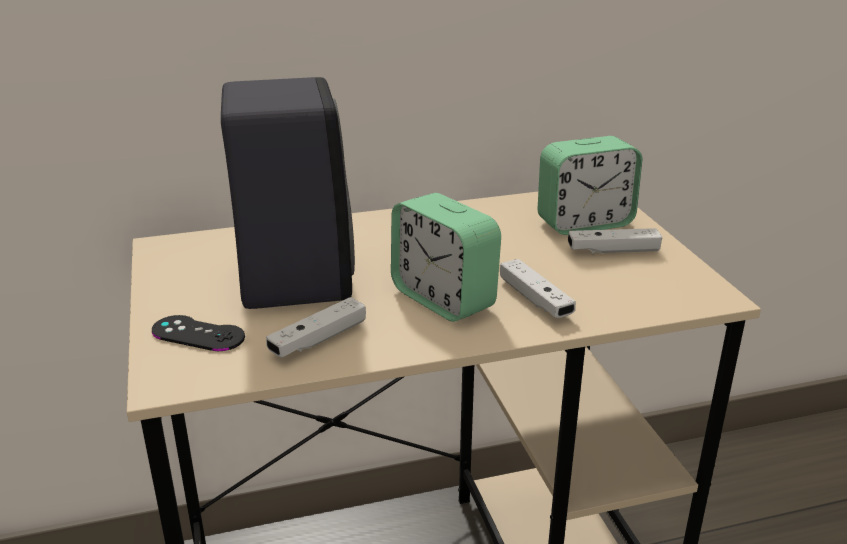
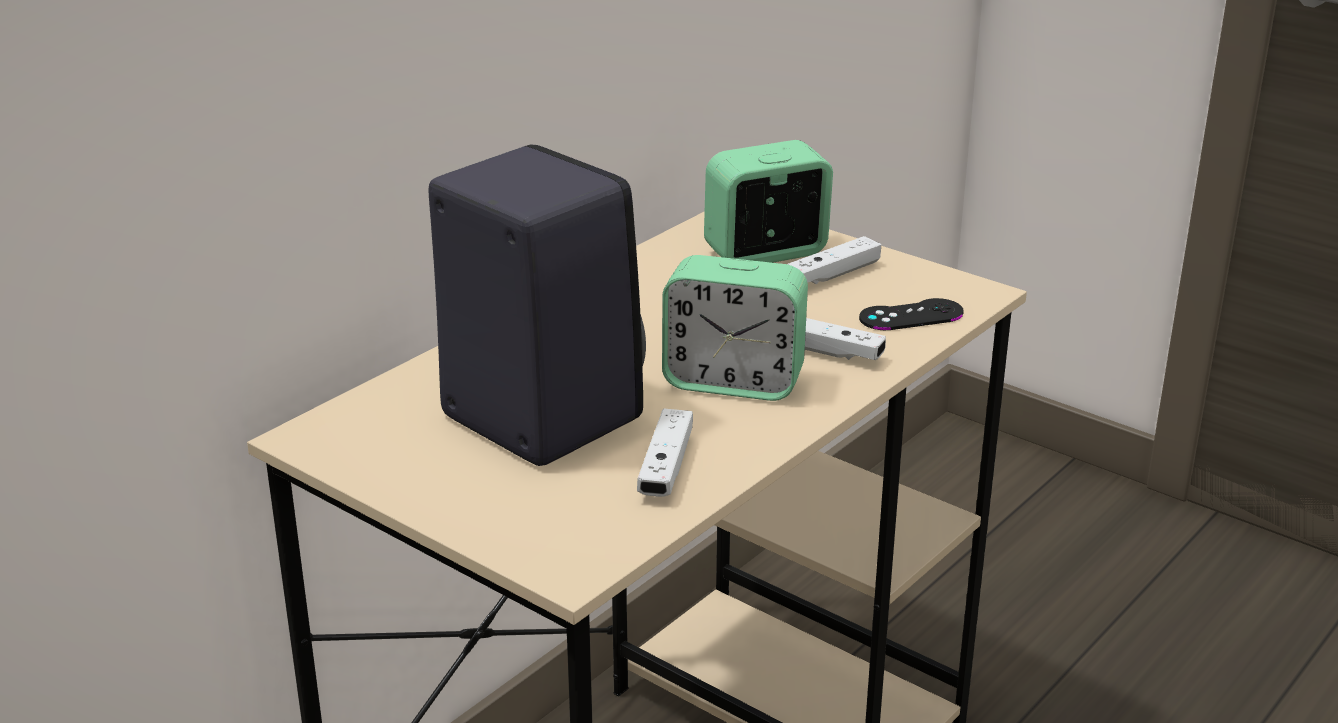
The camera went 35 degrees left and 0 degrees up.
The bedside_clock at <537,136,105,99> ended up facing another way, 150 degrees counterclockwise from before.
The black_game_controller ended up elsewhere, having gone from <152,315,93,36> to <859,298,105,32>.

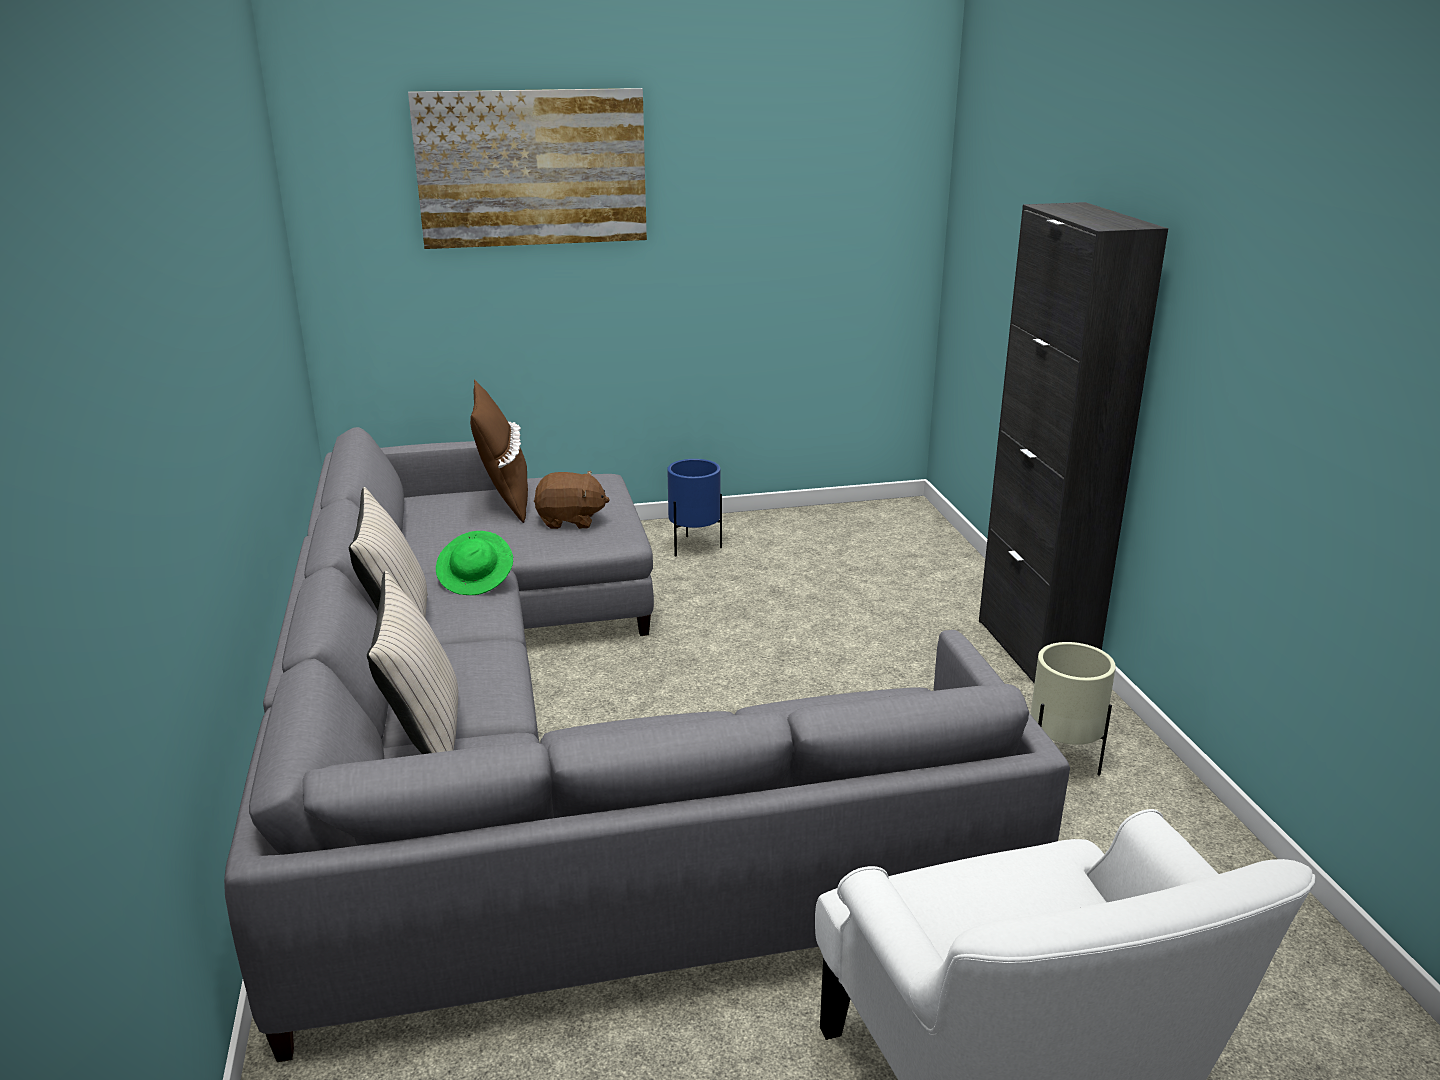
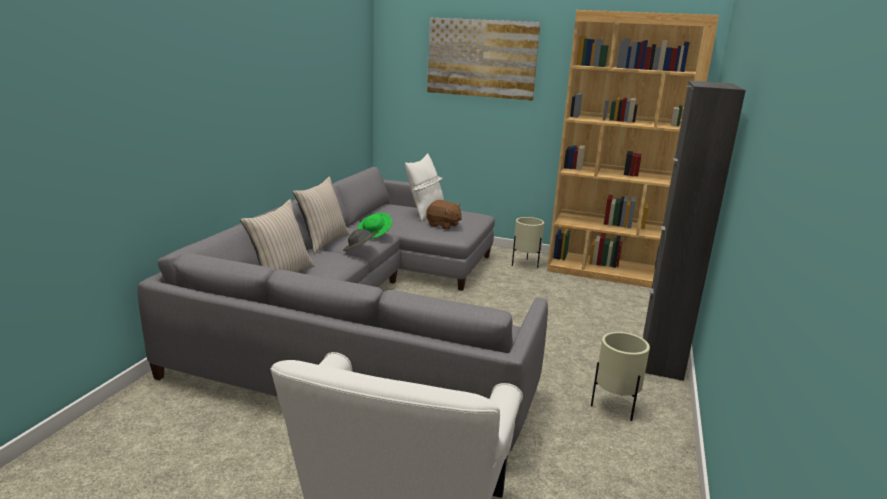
The camera went 30 degrees right and 5 degrees down.
What was the brownish_throw_pillow at <470,380,58,143> turned into the whitish_throw_pillow at <405,153,39,68>.
What was the bluish_planter at <667,459,55,98> turned into the beige_planter at <512,217,32,51>.
The second view gained the brownish_bookcase at <547,10,172,278>.
The second view gained the gray_hat at <343,229,36,22>.

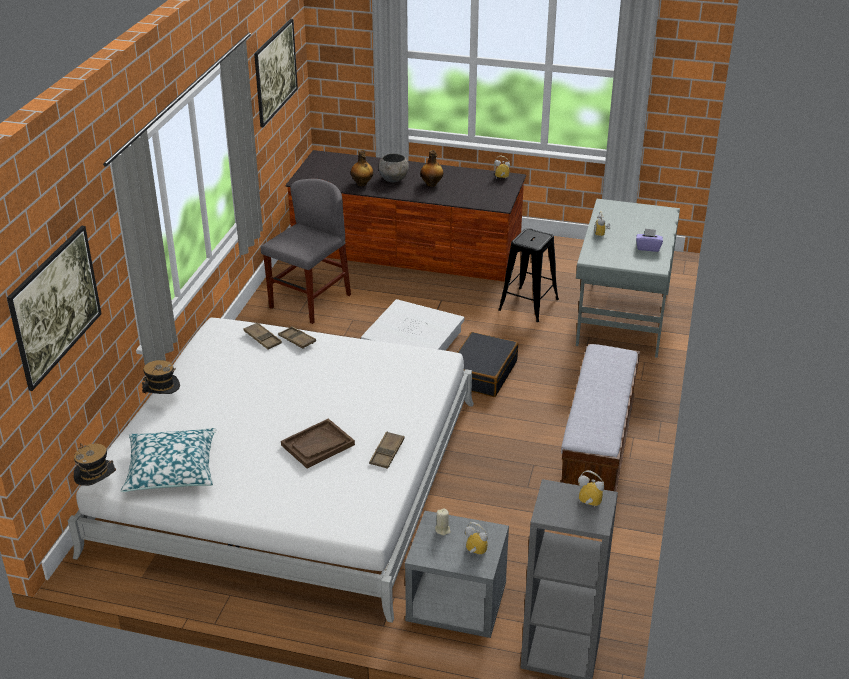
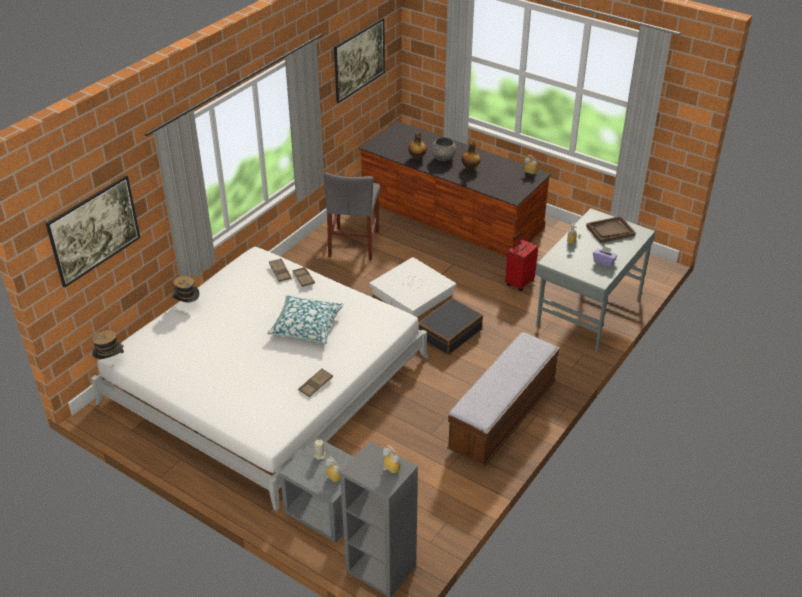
The camera went 20 degrees right and 5 degrees up.
The gray_plain_chair at <261,179,90,145> ended up facing another way, 135 degrees clockwise from before.
Where the black_stool_seat stood at <498,228,61,94>, the reddish_suitcase came to stand at <505,233,33,58>.
The brownish_tray ended up elsewhere, having gone from <281,419,74,49> to <586,216,50,27>.
The throw_pillow ended up elsewhere, having gone from <121,428,95,64> to <267,295,77,49>.

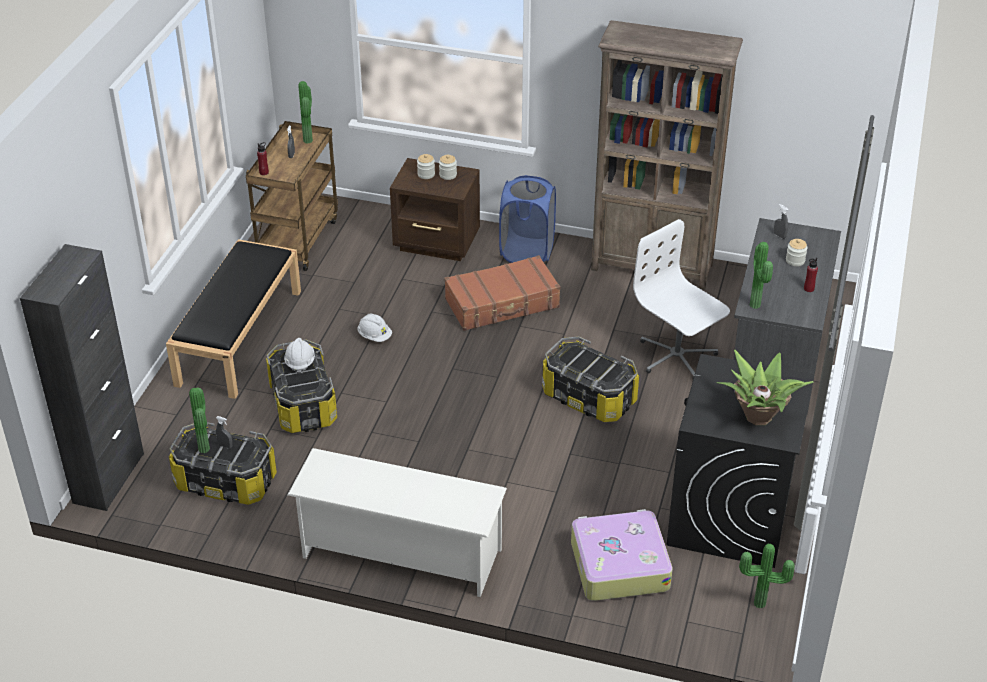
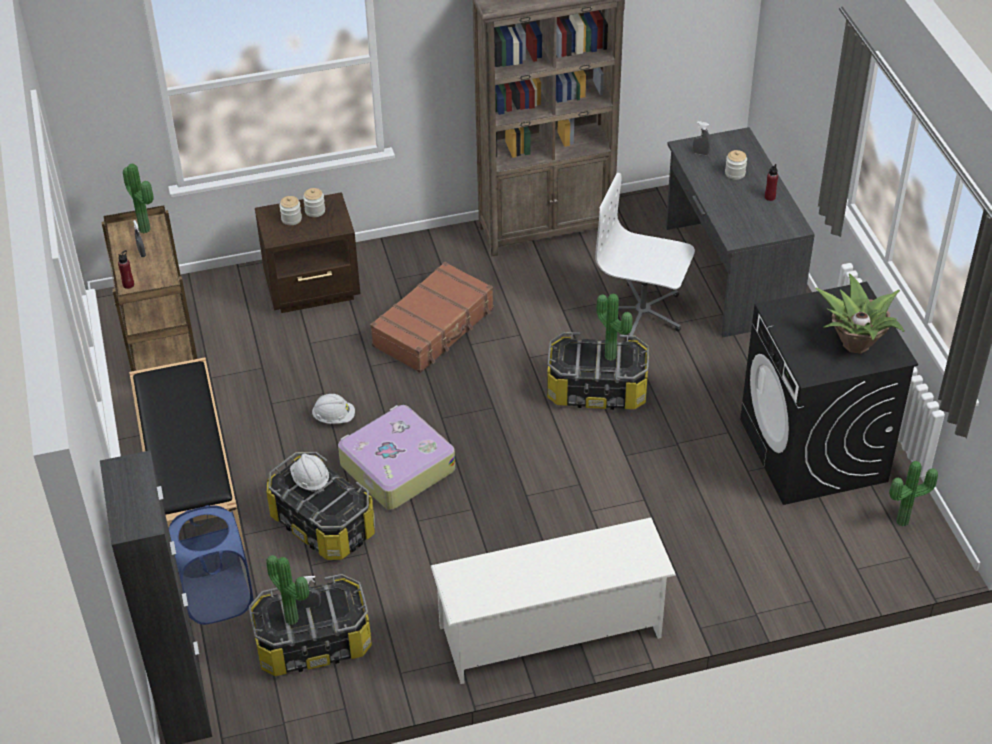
The camera went 30 degrees left and 5 degrees up.
The bluish_laundry_basket ended up elsewhere, having gone from <499,175,57,88> to <169,505,84,120>.
The plant_in_a_pot ended up elsewhere, having gone from <750,242,23,67> to <596,293,36,68>.
The suitcase ended up elsewhere, having gone from <571,509,102,92> to <338,405,117,105>.

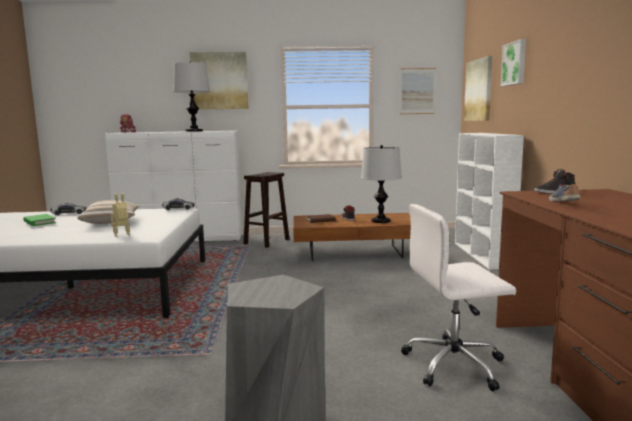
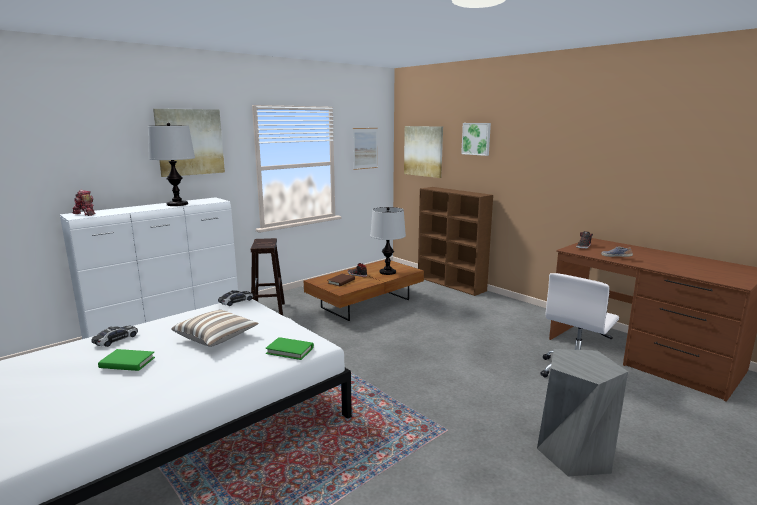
The camera went 40 degrees left and 5 degrees up.
What was the whitish_bookcase at <455,133,69,137> turned into the brownish_bookcase at <418,187,75,109>.
Where the robot_figure stood at <111,193,19,44>, the green-coloured_volume came to stand at <265,337,49,23>.

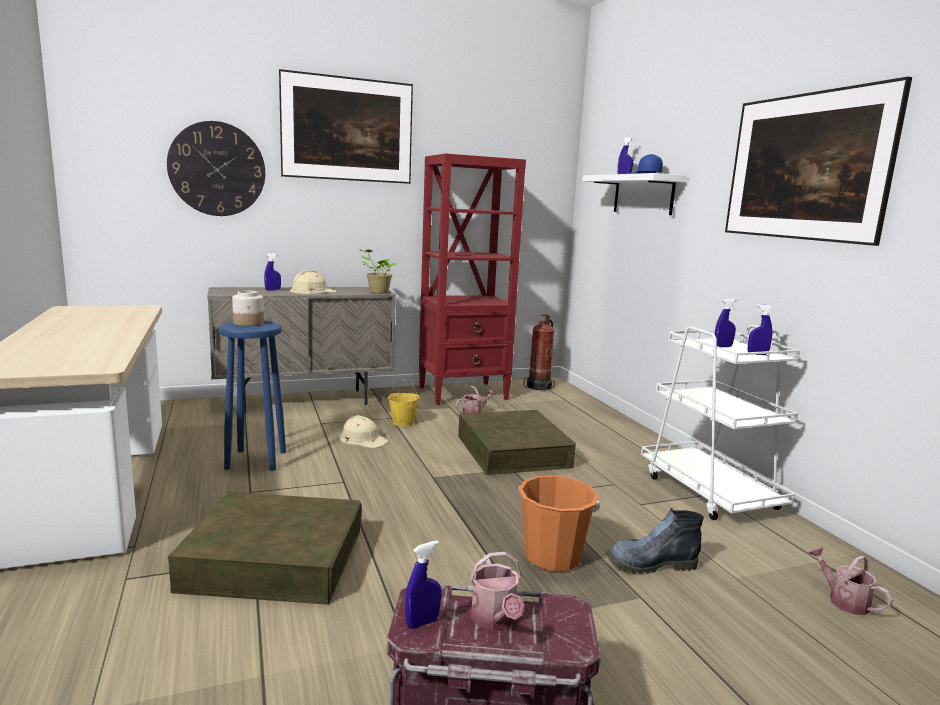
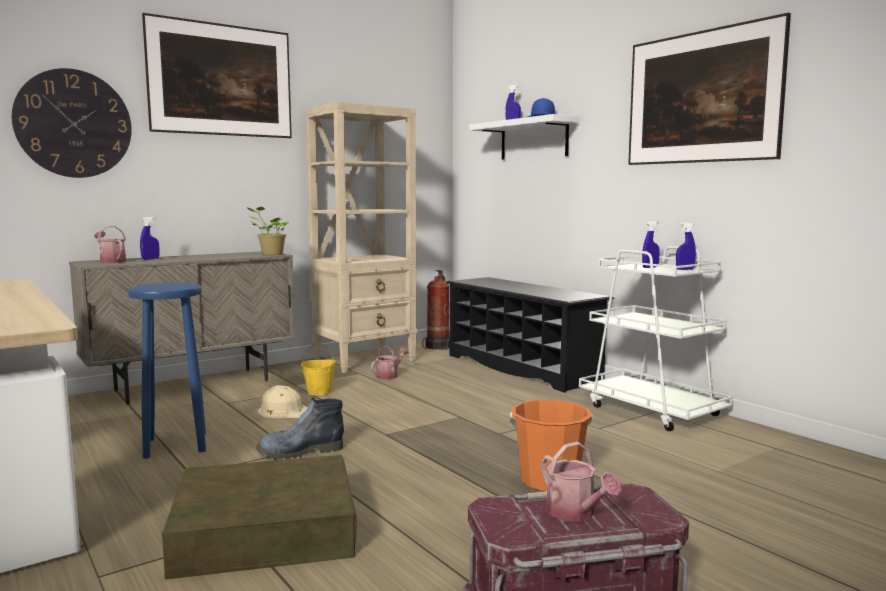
The camera went 15 degrees left and 5 degrees down.
What was the reddish_bookcase at <419,153,107,252> turned into the beige_bookcase at <305,102,112,271>.
The second view lost the beige_work_helmet at <290,271,47,23>.
The second view lost the jar at <232,290,32,36>.
The second view lost the brownish_storage_container at <458,410,118,65>.
The boot ended up elsewhere, having gone from <606,508,98,66> to <256,397,88,63>.
The second view lost the bluish_spray_bottle at <405,541,36,87>.
The watering_can ended up elsewhere, having gone from <808,547,85,68> to <94,226,32,37>.
The second view gained the black_shoe_stand at <446,277,168,116>.

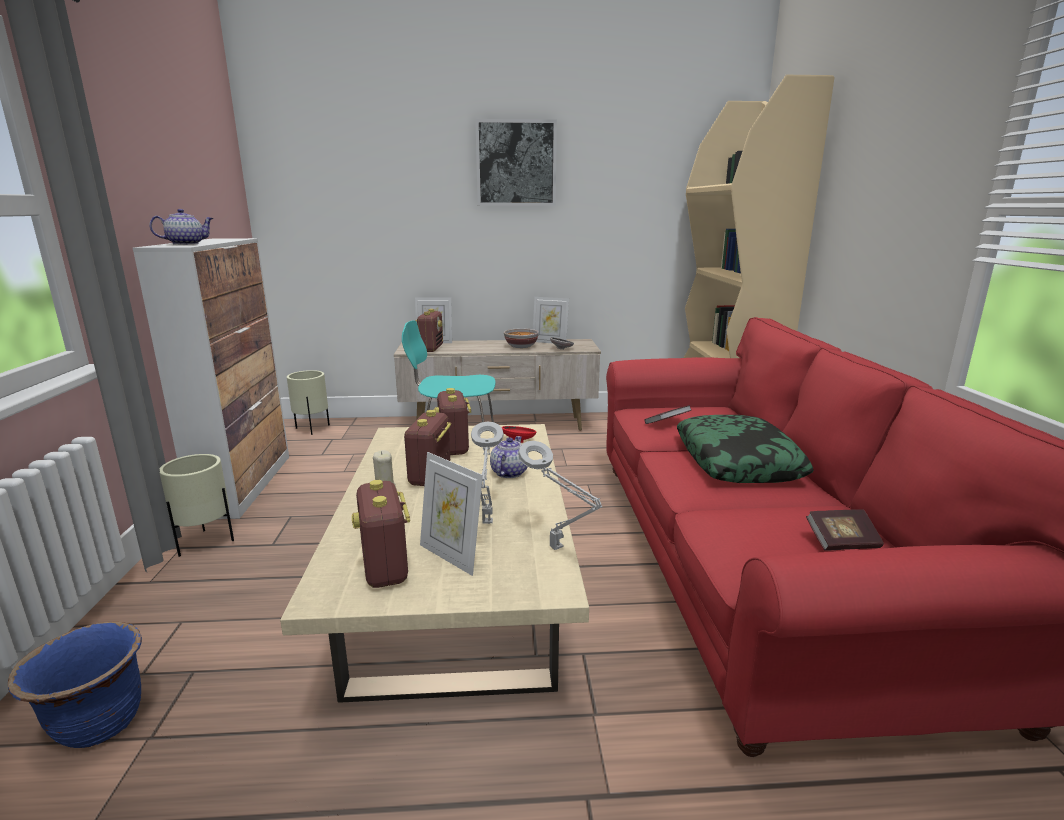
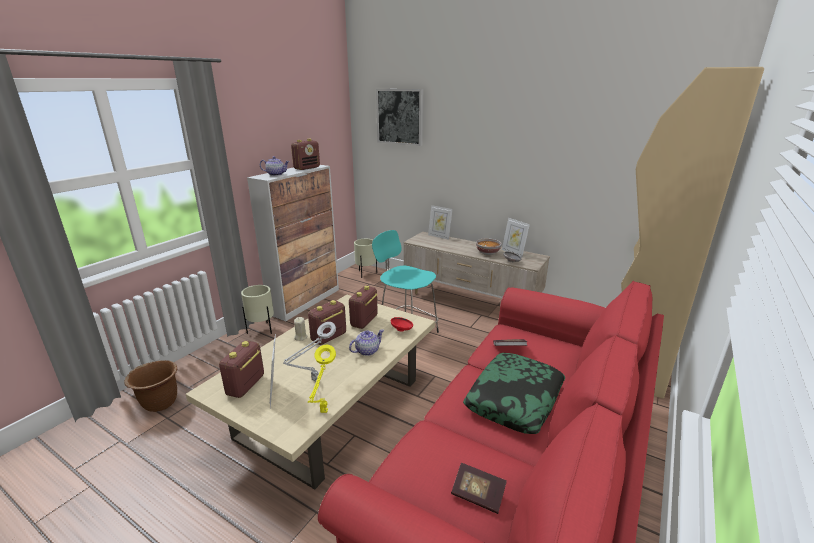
The camera went 35 degrees right and 5 degrees up.
The wall_art ended up elsewhere, having gone from <475,119,82,86> to <376,89,47,57>.
The radio_receiver ended up elsewhere, having gone from <416,309,27,43> to <291,139,29,31>.
What was the gray_tabletop_lamp at <518,441,84,109> turned into the yellow-coloured_tabletop_lamp at <308,345,28,68>.
What was the bluish_planter at <8,622,134,126> turned into the brownish_planter at <124,360,53,52>.

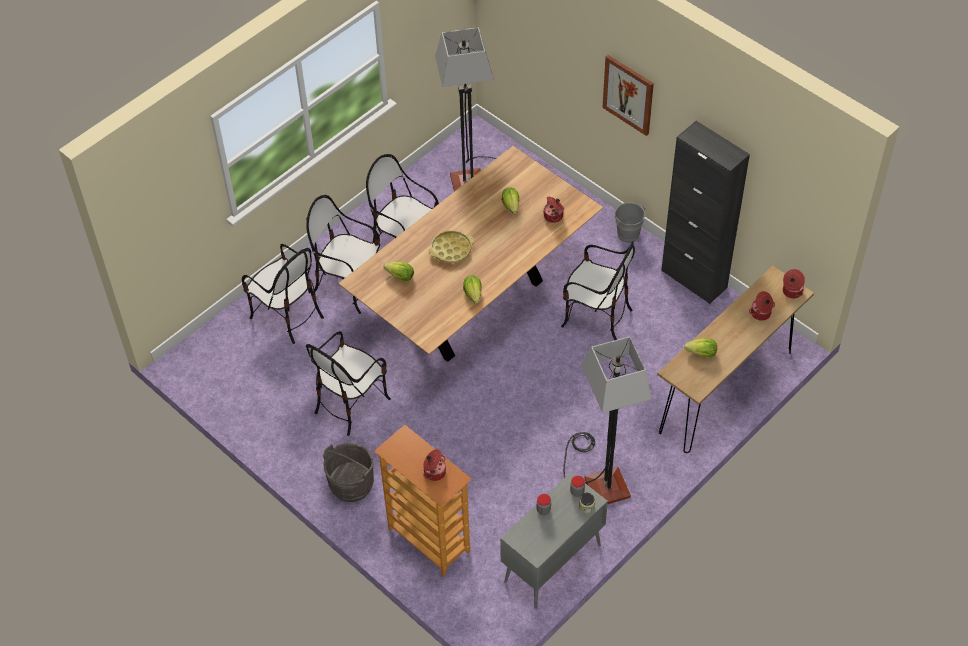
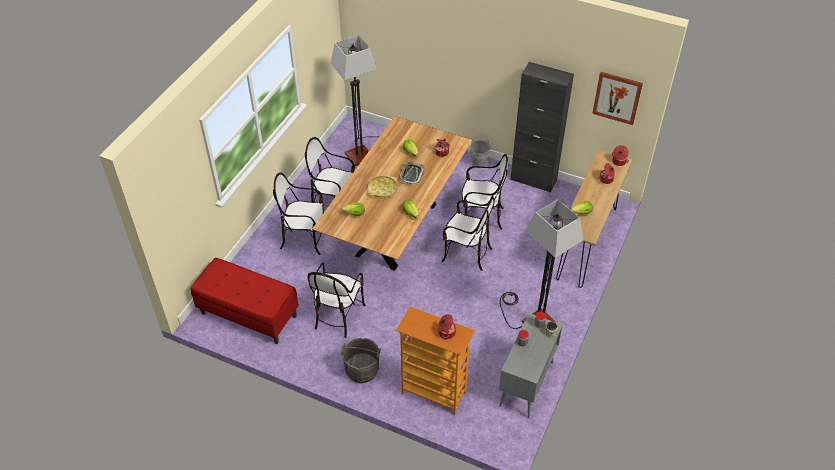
The camera went 20 degrees left and 5 degrees down.
The wall_art ended up elsewhere, having gone from <602,55,52,81> to <592,72,51,53>.
The plain_chair ended up elsewhere, having gone from <242,244,82,100> to <441,195,54,76>.
The second view gained the tray at <399,162,25,22>.
The second view gained the reddish_bench at <191,258,108,86>.

